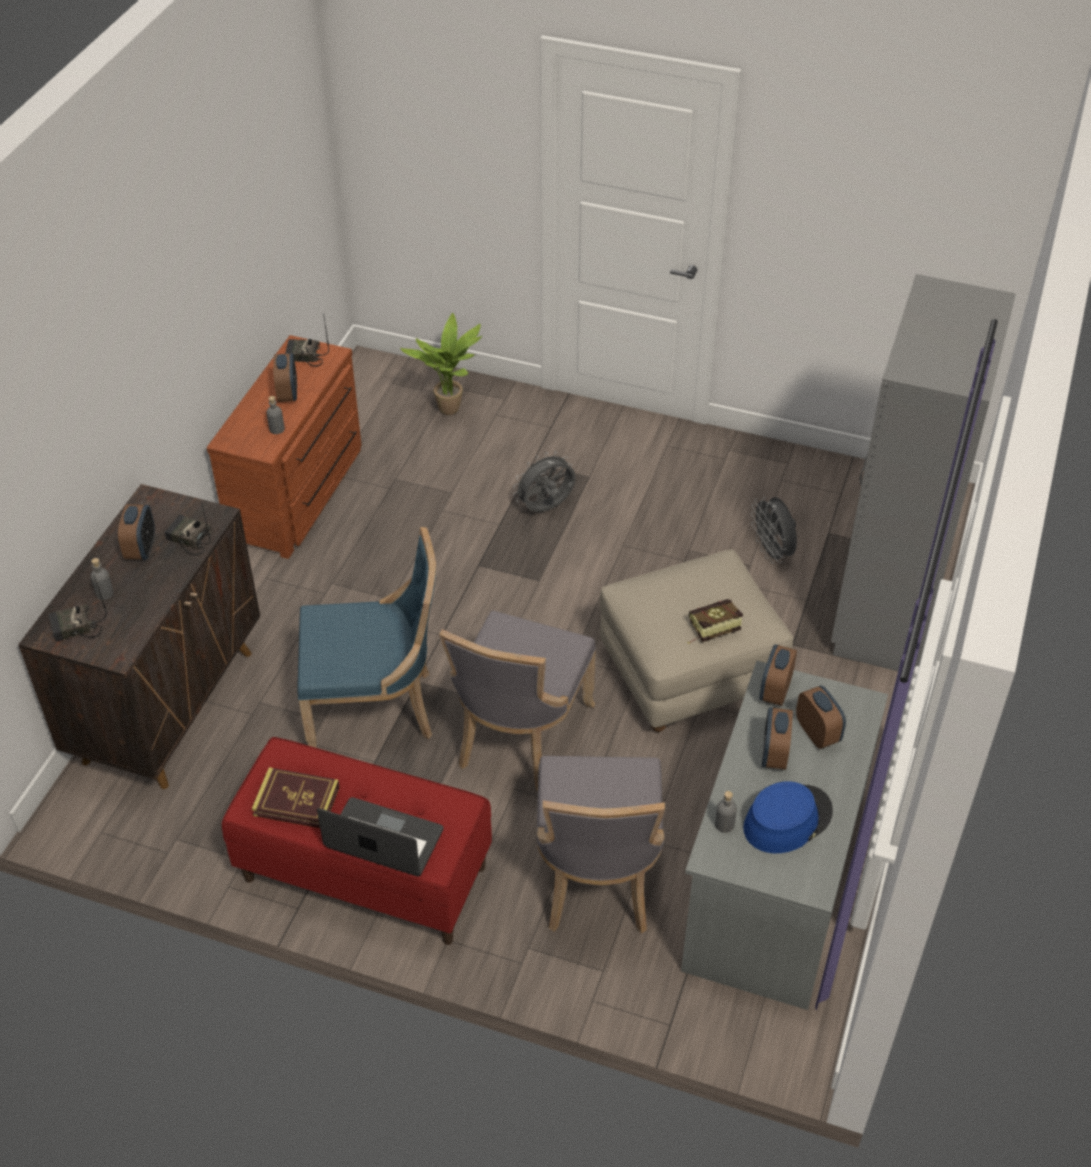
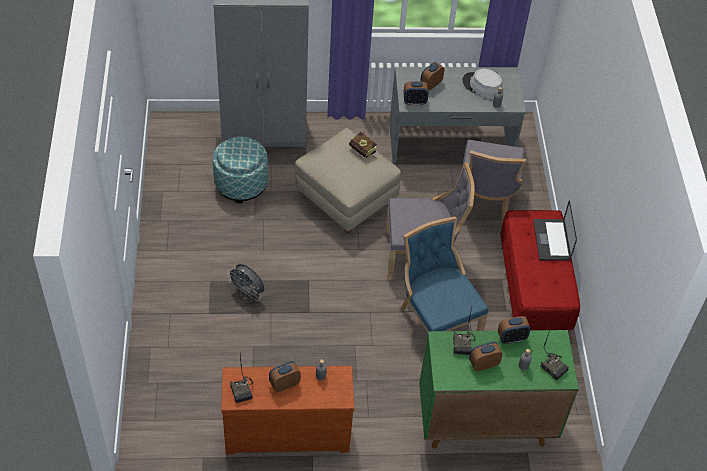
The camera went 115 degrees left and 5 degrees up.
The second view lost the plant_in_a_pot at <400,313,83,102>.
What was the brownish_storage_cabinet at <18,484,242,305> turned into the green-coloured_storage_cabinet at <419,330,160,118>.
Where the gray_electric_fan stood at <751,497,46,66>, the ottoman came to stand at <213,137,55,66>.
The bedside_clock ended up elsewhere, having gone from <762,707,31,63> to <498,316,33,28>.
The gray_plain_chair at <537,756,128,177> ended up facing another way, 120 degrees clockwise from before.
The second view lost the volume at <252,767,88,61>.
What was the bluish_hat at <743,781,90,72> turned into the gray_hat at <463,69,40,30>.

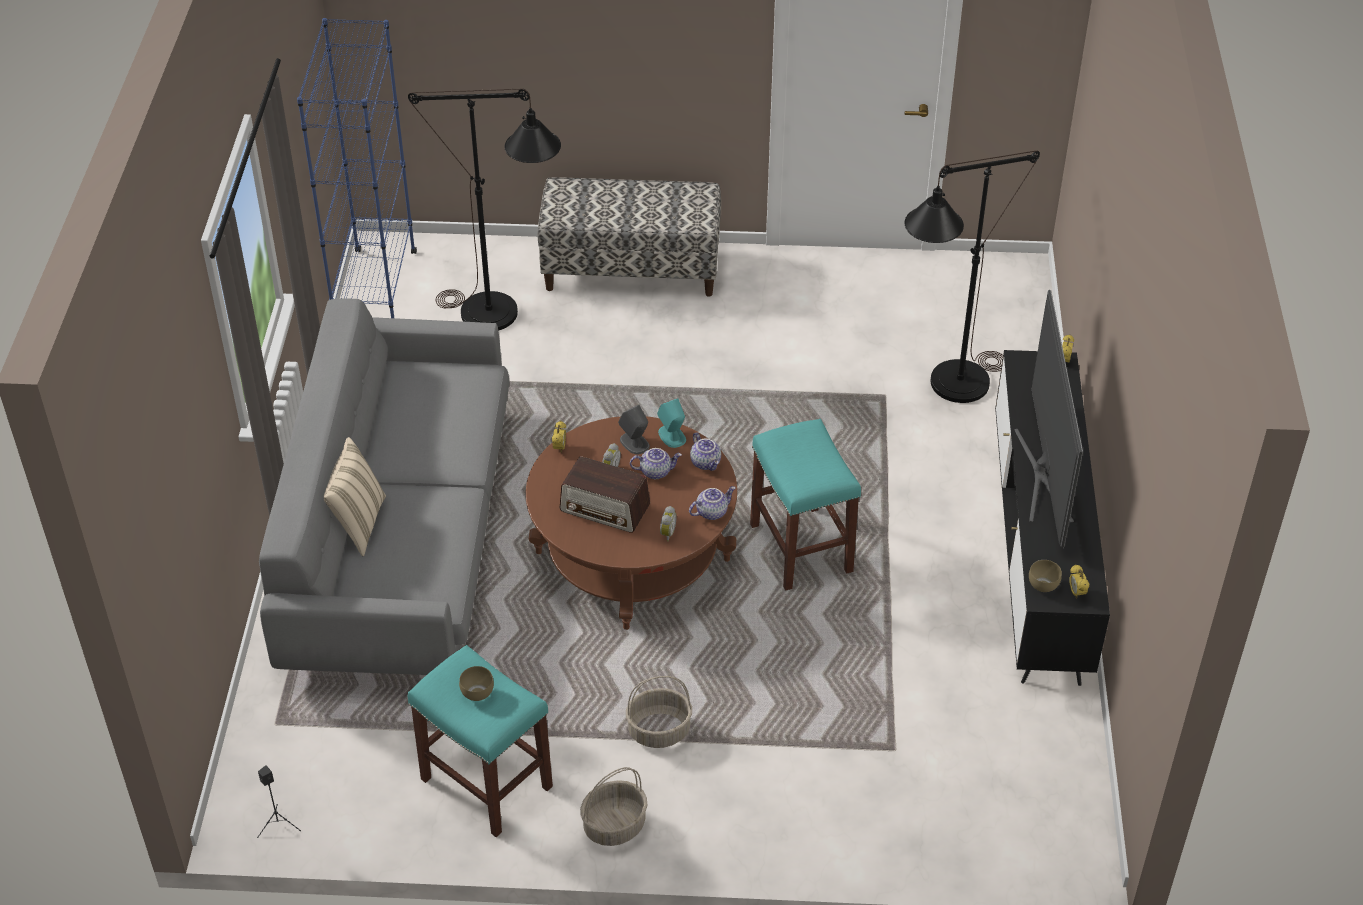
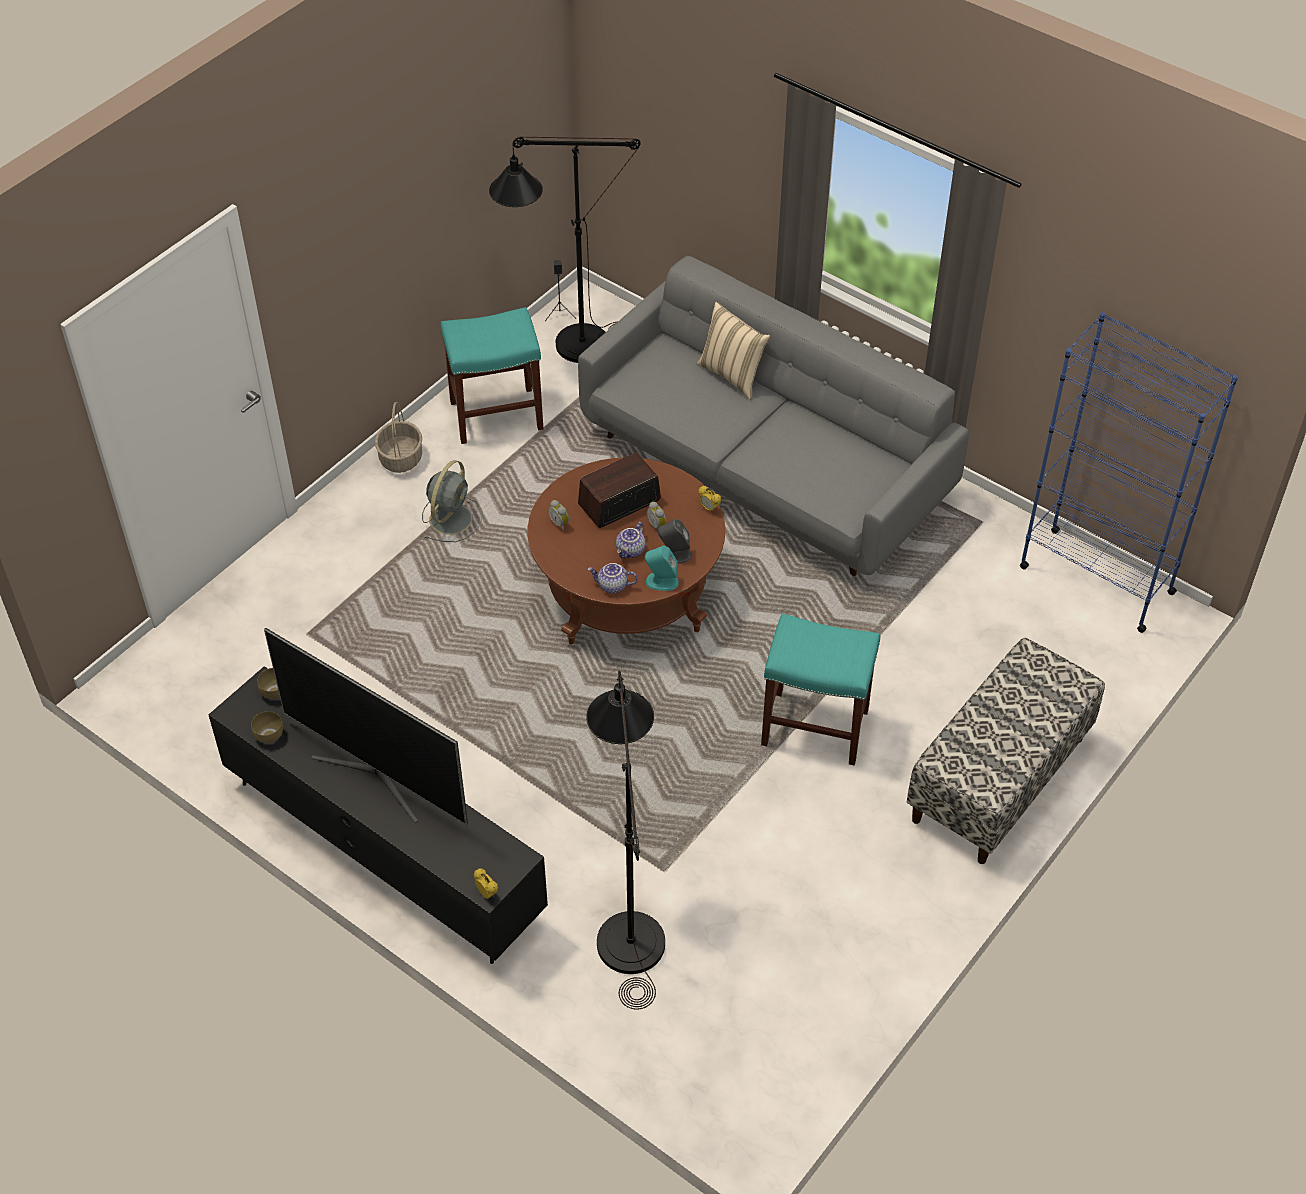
The camera went 125 degrees right and 5 degrees up.
The black_floor_lamp ended up elsewhere, having gone from <408,89,153,242> to <489,137,152,226>.
The blue-green_stool_seat ended up elsewhere, having gone from <750,419,111,172> to <761,613,119,153>.
The second view lost the tea_pot at <689,486,46,34>.
The second view lost the bedside_clock at <1070,564,19,35>.
The brownish_deep_dish ended up elsewhere, having gone from <459,666,35,35> to <251,711,32,32>.
Where the storage_basket stood at <626,676,66,72>, the gray_electric_fan came to stand at <422,460,61,82>.

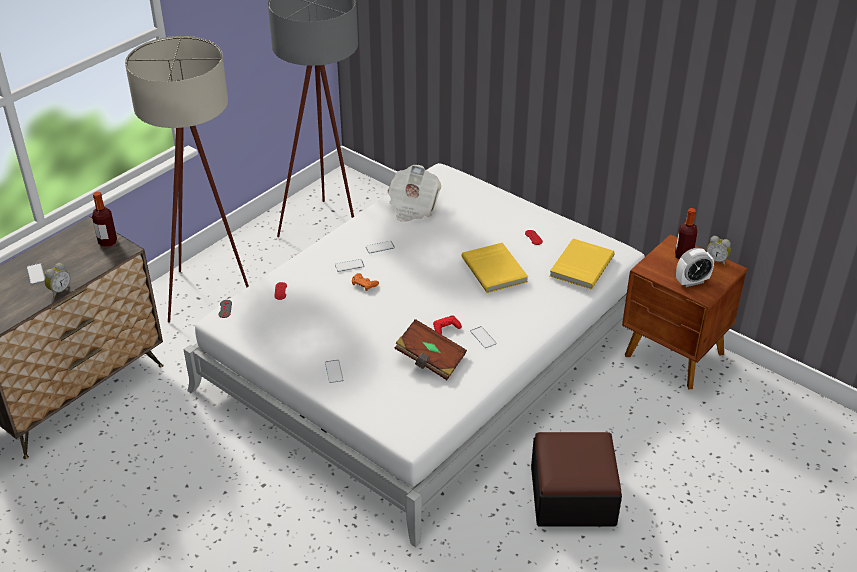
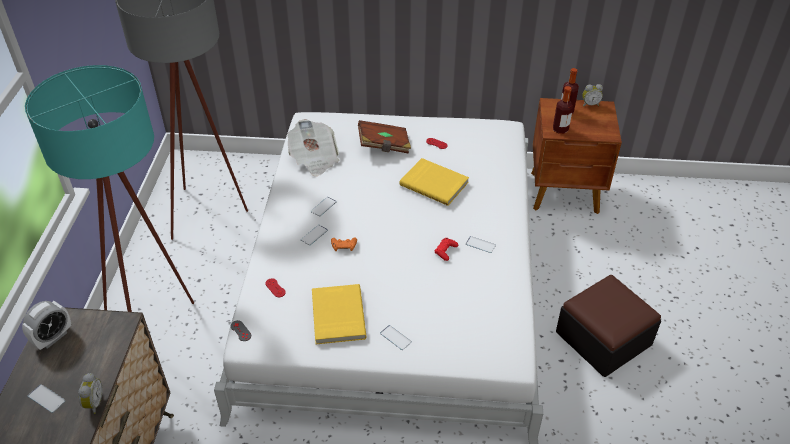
The camera went 35 degrees left and 5 degrees up.
What was the beige_floor_lamp at <125,36,124,287> turned into the blue-green_floor_lamp at <25,65,169,247>.
The beverage_bottle ended up elsewhere, having gone from <92,192,25,55> to <553,86,20,48>.
The yellow-coloured_volume ended up elsewhere, having gone from <550,238,65,51> to <312,284,55,60>.
The bedside_clock ended up elsewhere, having gone from <676,248,38,39> to <22,301,50,49>.
The brownish_volume ended up elsewhere, having gone from <394,319,73,61> to <358,120,53,33>.

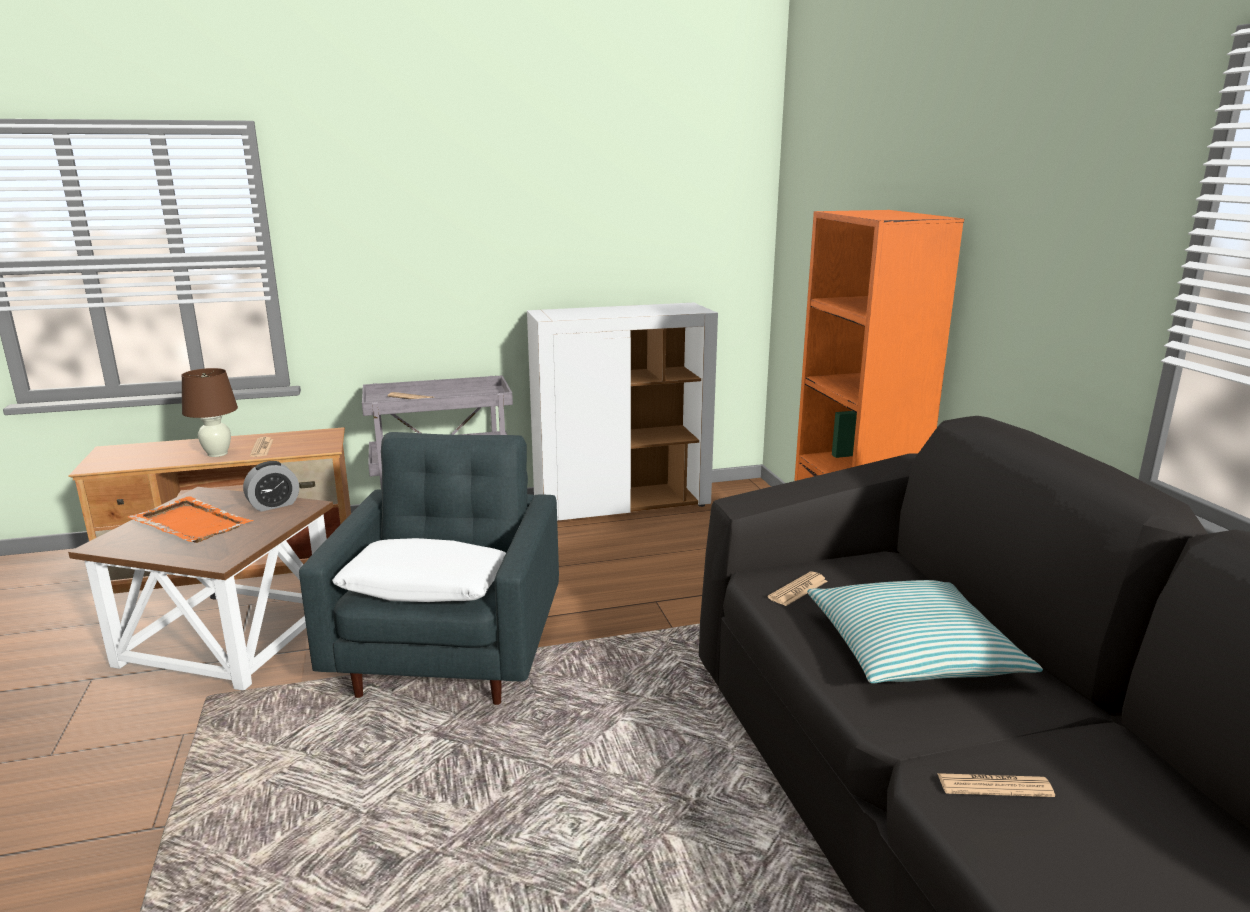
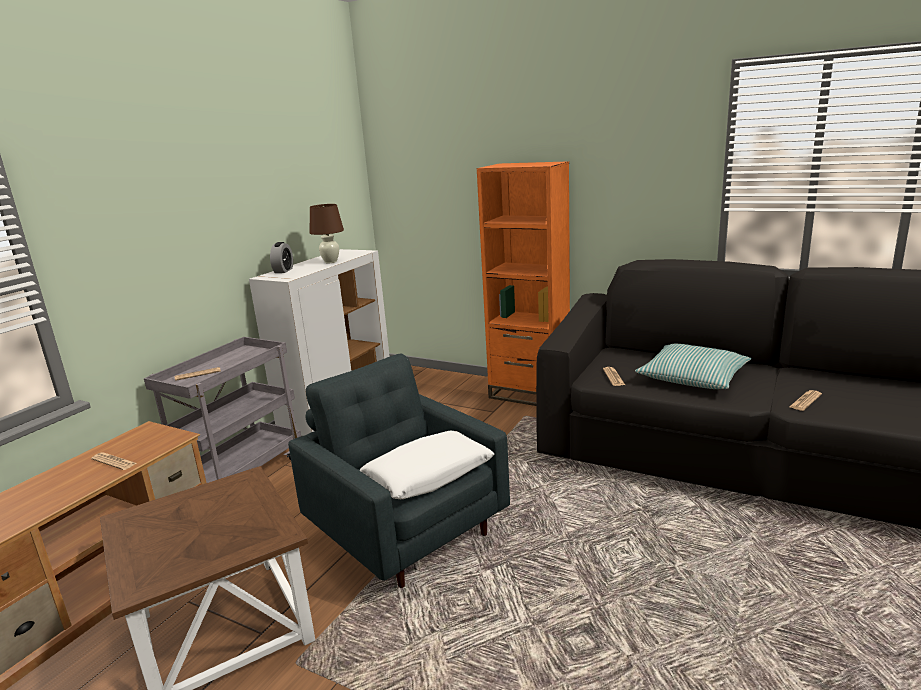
The camera went 45 degrees left and 0 degrees up.
The brownish_tabletop_lamp ended up elsewhere, having gone from <181,368,57,89> to <310,204,34,59>.
The bedside_clock ended up elsewhere, having gone from <243,461,56,51> to <270,242,23,31>.
The second view lost the orange-coloured_tray at <128,496,125,47>.

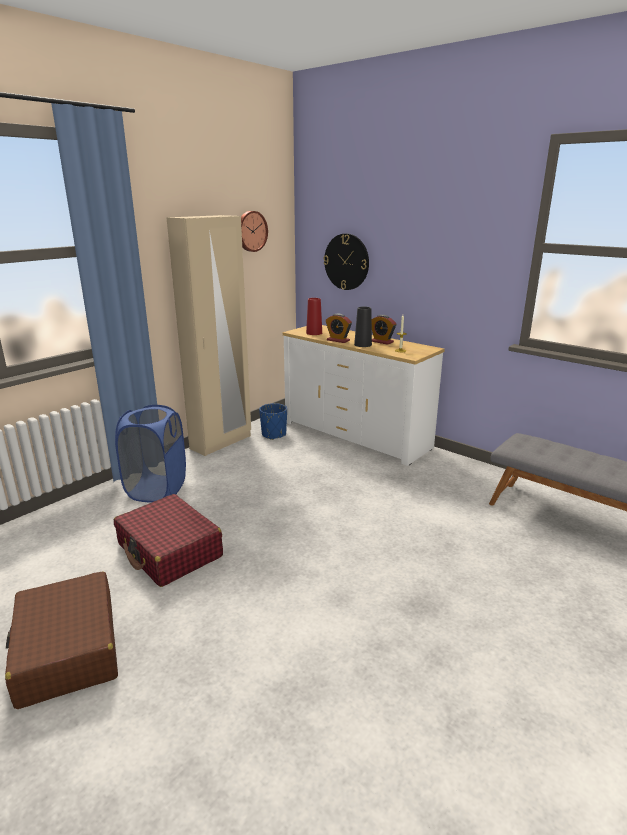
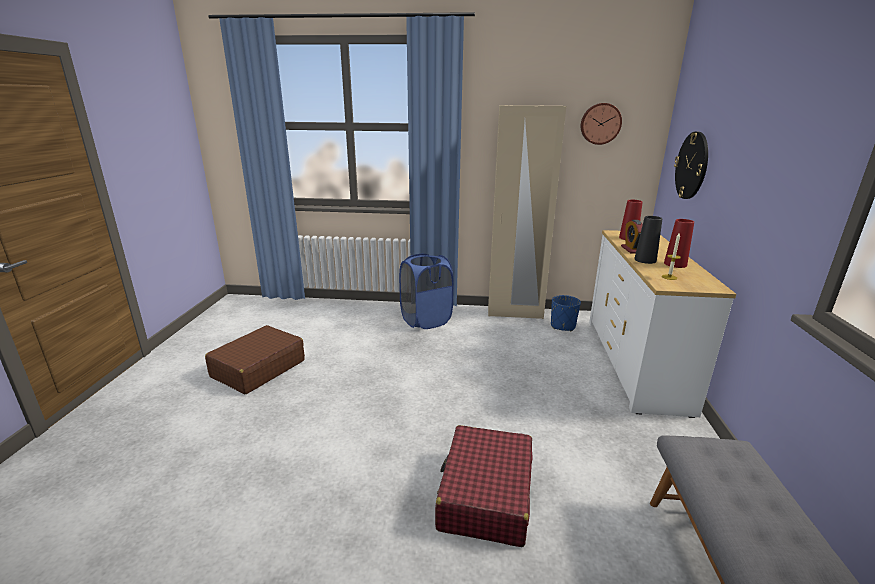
The camera went 55 degrees right and 0 degrees up.
Where the bedside_clock stood at <372,315,24,30>, the reddish_flower_vase came to stand at <664,219,30,49>.
The reddish_suitcase ended up elsewhere, having gone from <114,494,109,93> to <435,425,98,122>.

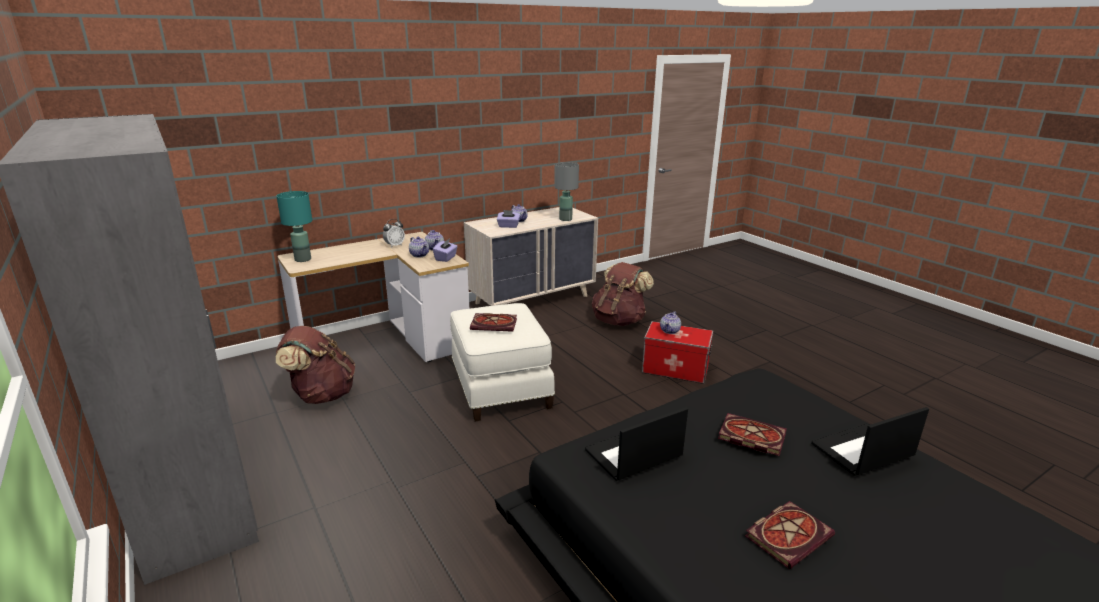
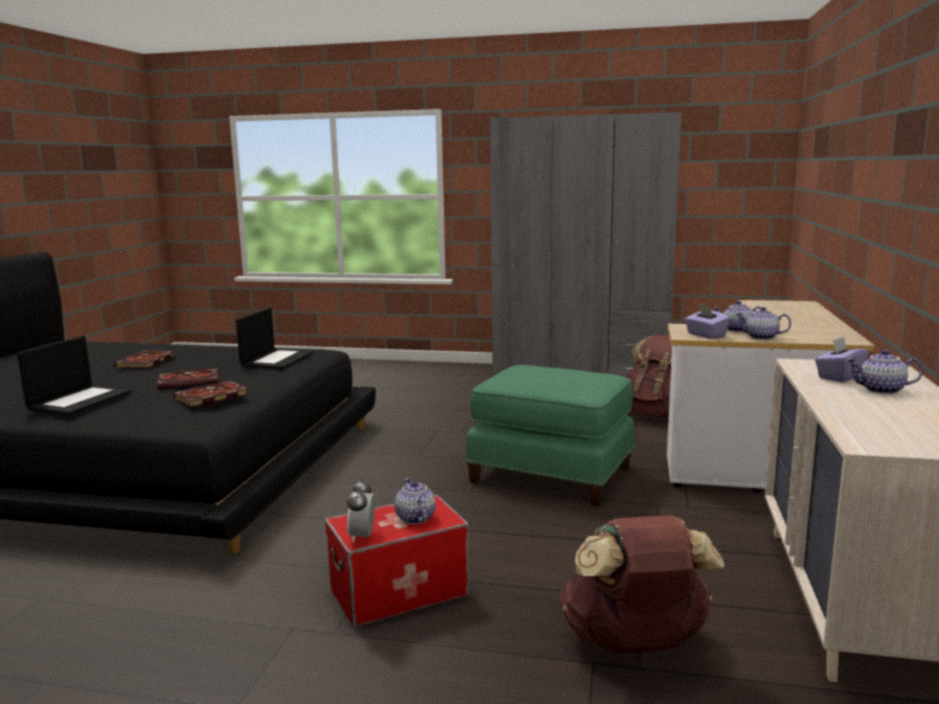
The camera went 135 degrees right and 10 degrees down.
The second view lost the gray_tabletop_lamp at <554,162,25,59>.
The second view lost the blue-green_tabletop_lamp at <277,191,35,71>.
The bedside_clock ended up elsewhere, having gone from <383,219,22,29> to <347,478,28,65>.
What was the whitish_ottoman at <450,303,105,119> turned into the green-coloured_ottoman at <466,365,168,141>.
The volume ended up elsewhere, having gone from <470,313,47,19> to <173,381,76,26>.

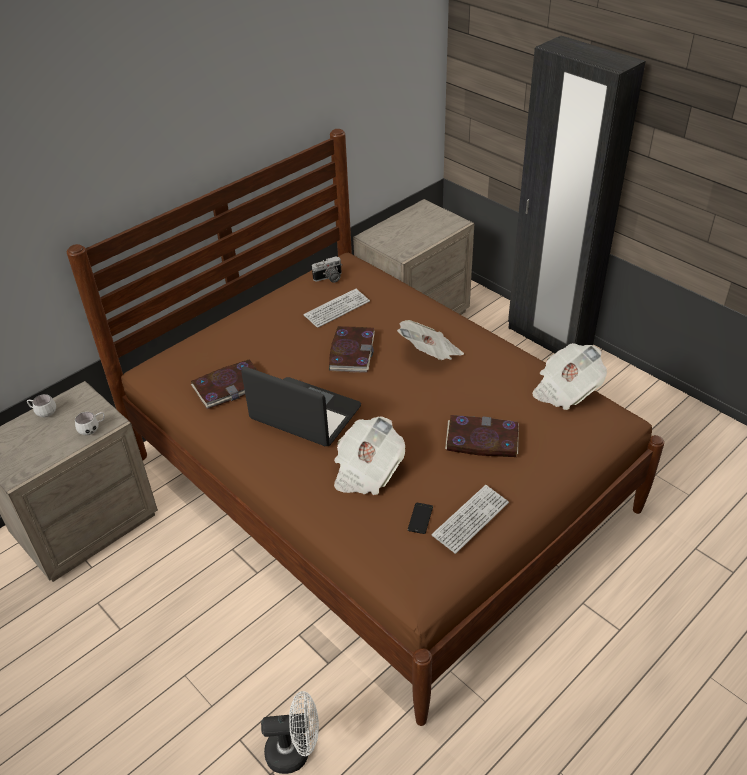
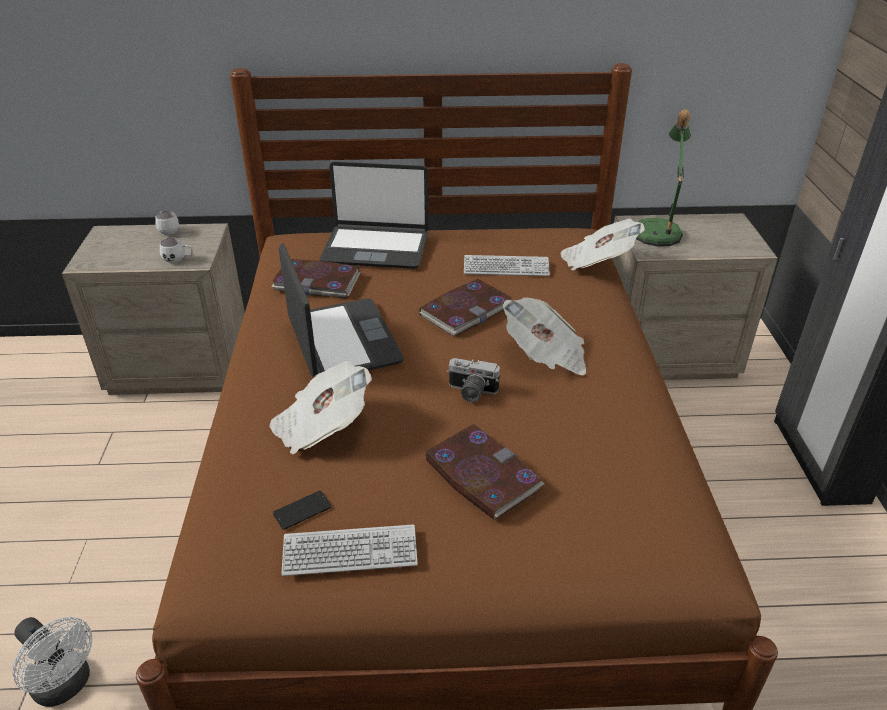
The camera went 40 degrees right and 5 degrees down.
The still_camera ended up elsewhere, having gone from <312,256,31,27> to <447,358,53,44>.
The daily_paper ended up elsewhere, having gone from <532,343,75,67> to <560,219,85,52>.
The second view gained the tabletop_lamp at <636,109,55,138>.
The second view gained the laptop at <320,162,108,107>.

